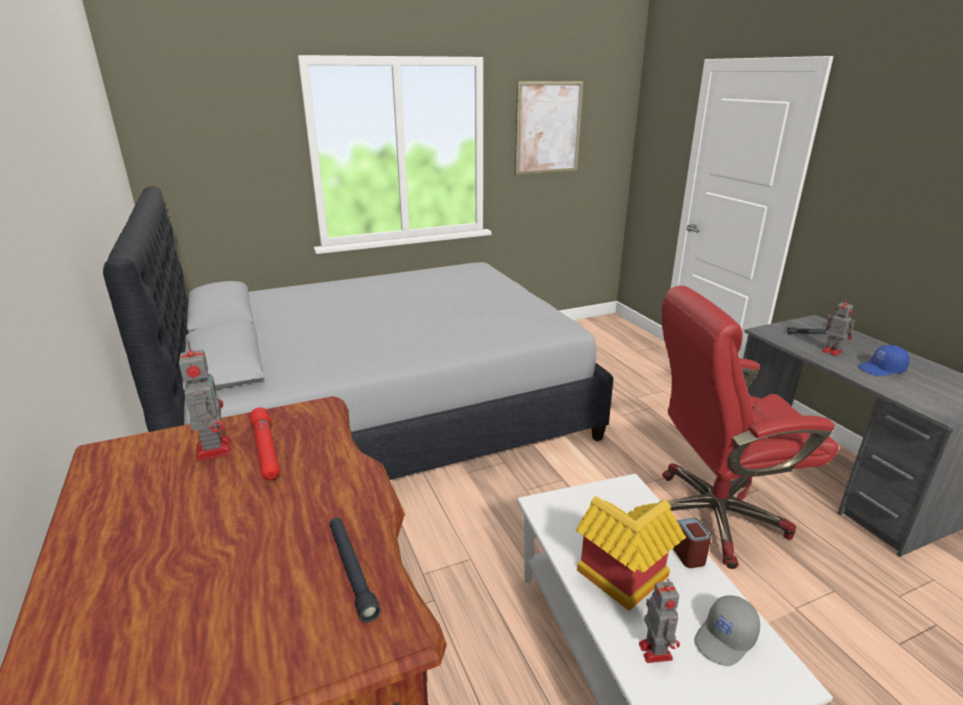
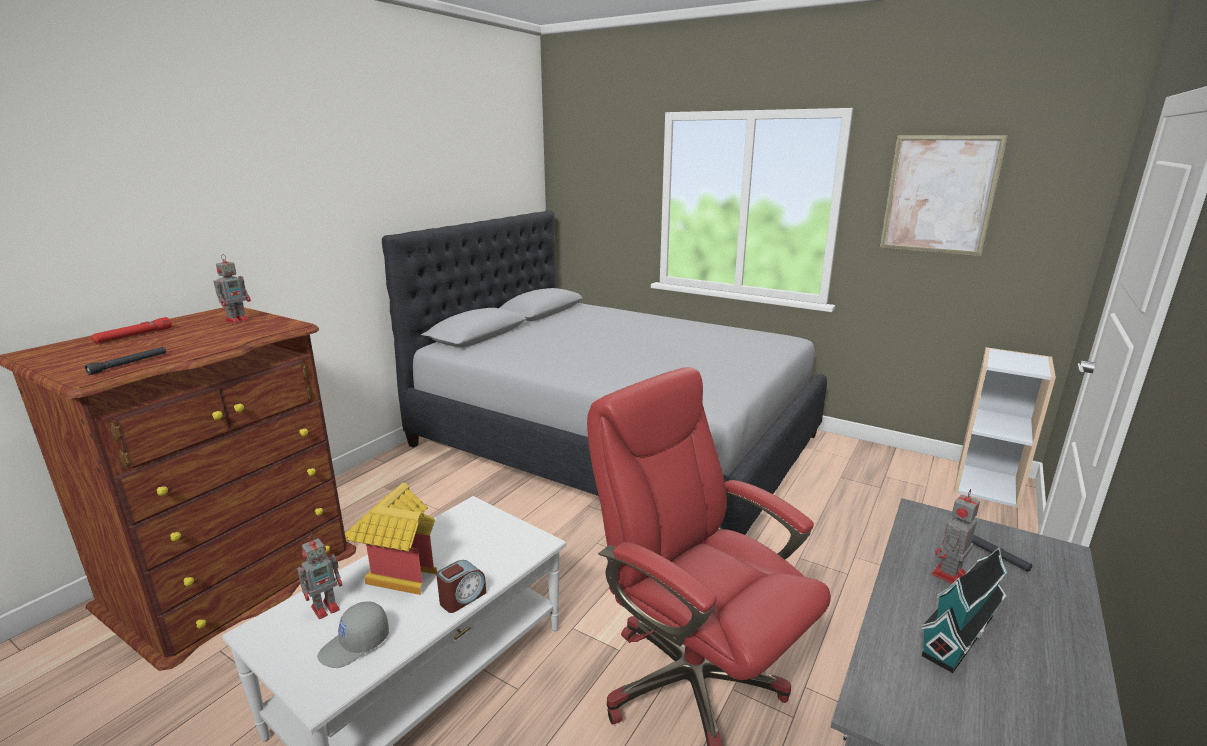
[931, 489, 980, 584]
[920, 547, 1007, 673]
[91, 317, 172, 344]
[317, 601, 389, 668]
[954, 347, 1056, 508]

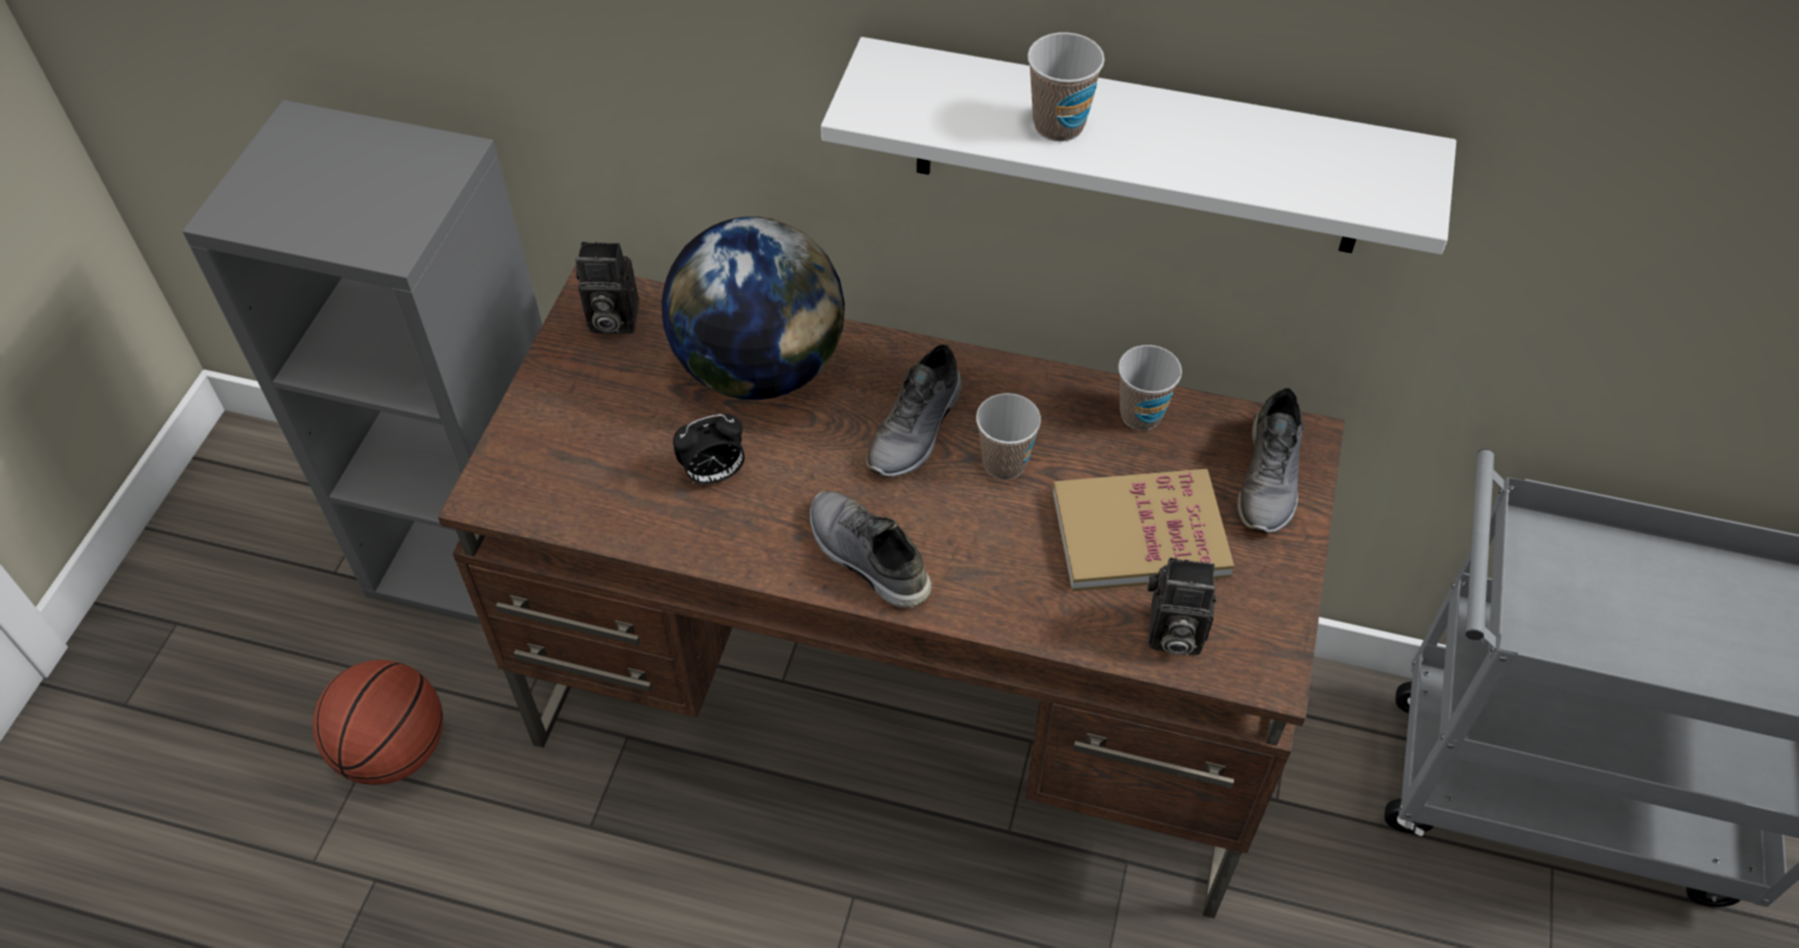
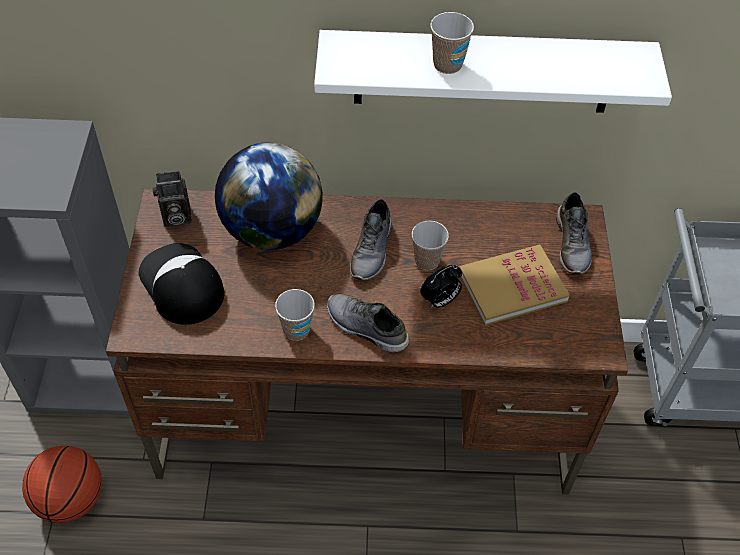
[275, 289, 315, 341]
[420, 265, 462, 309]
[1148, 558, 1216, 656] (first image)
[139, 243, 224, 325]

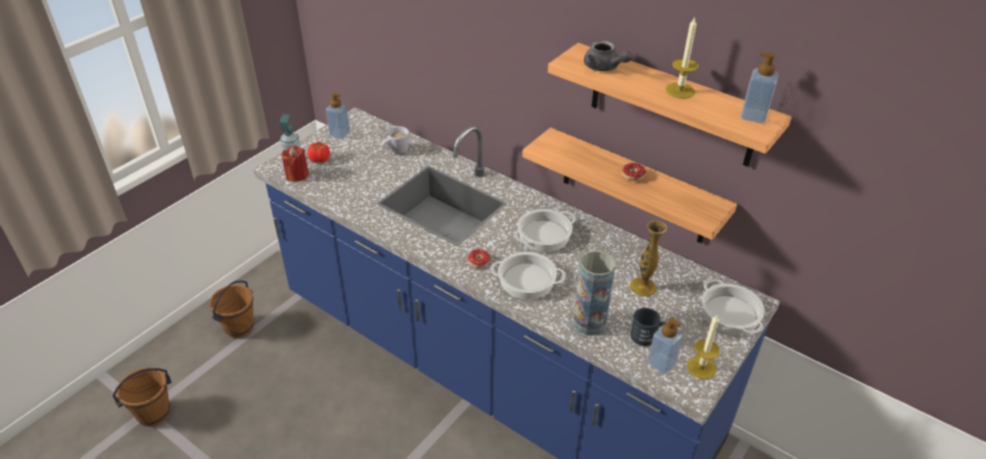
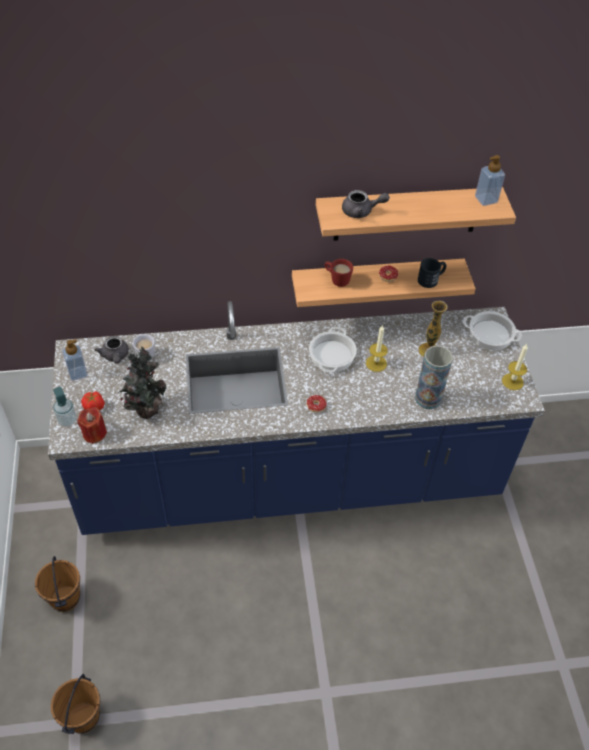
[366, 325, 388, 372]
[491, 252, 566, 300] (first image)
[418, 258, 446, 288]
[647, 317, 684, 374] (first image)
[325, 259, 353, 287]
[95, 336, 129, 364]
[118, 347, 166, 419]

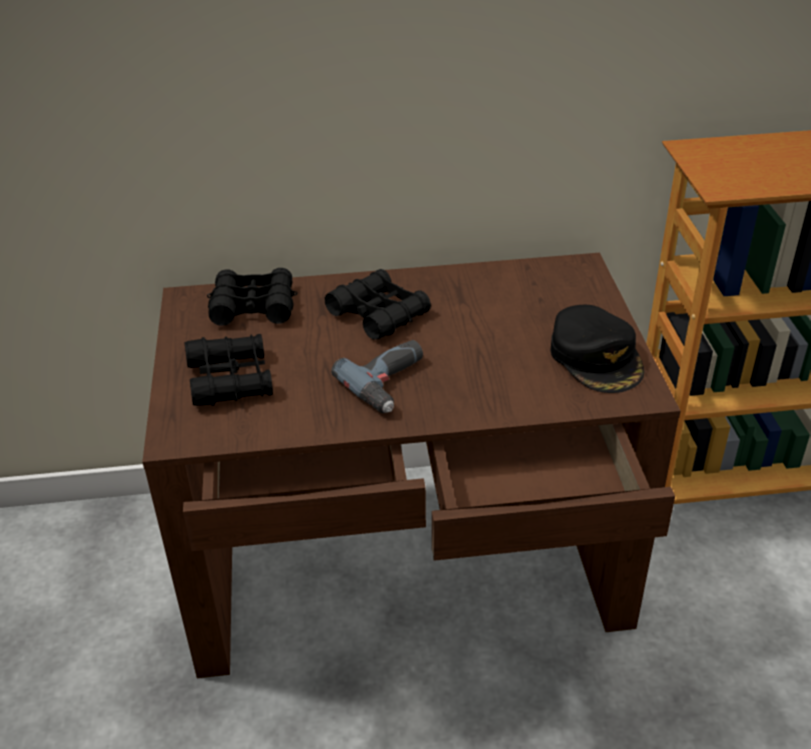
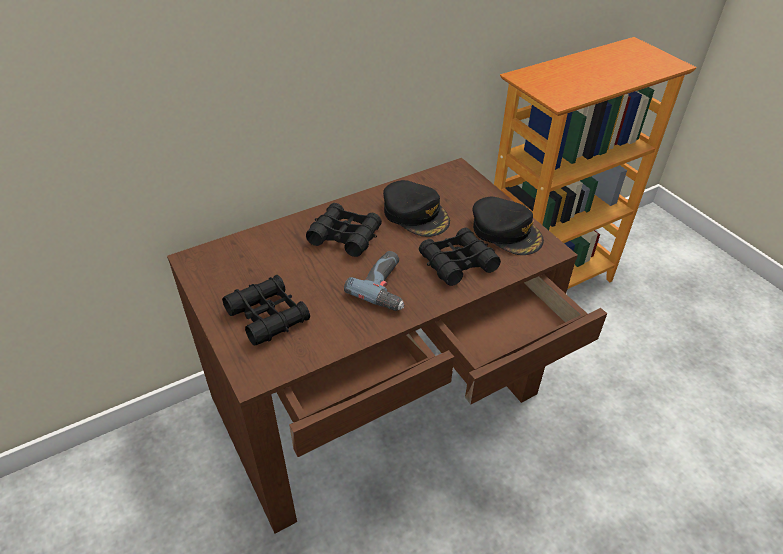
[419, 228, 501, 286]
[383, 180, 450, 237]

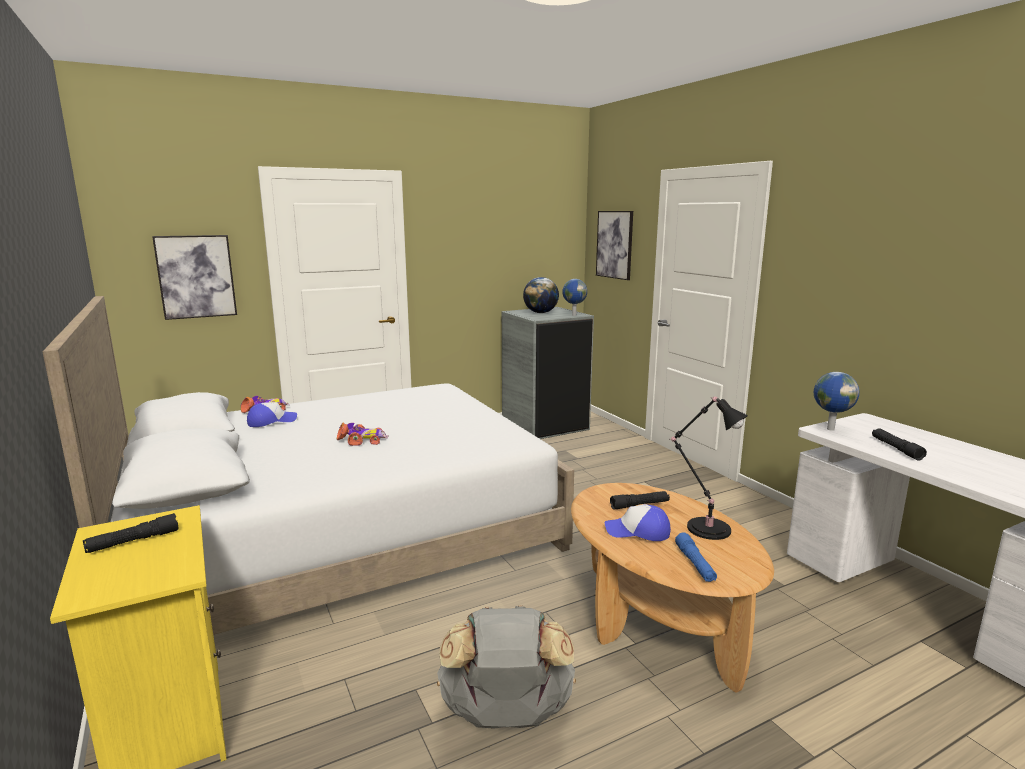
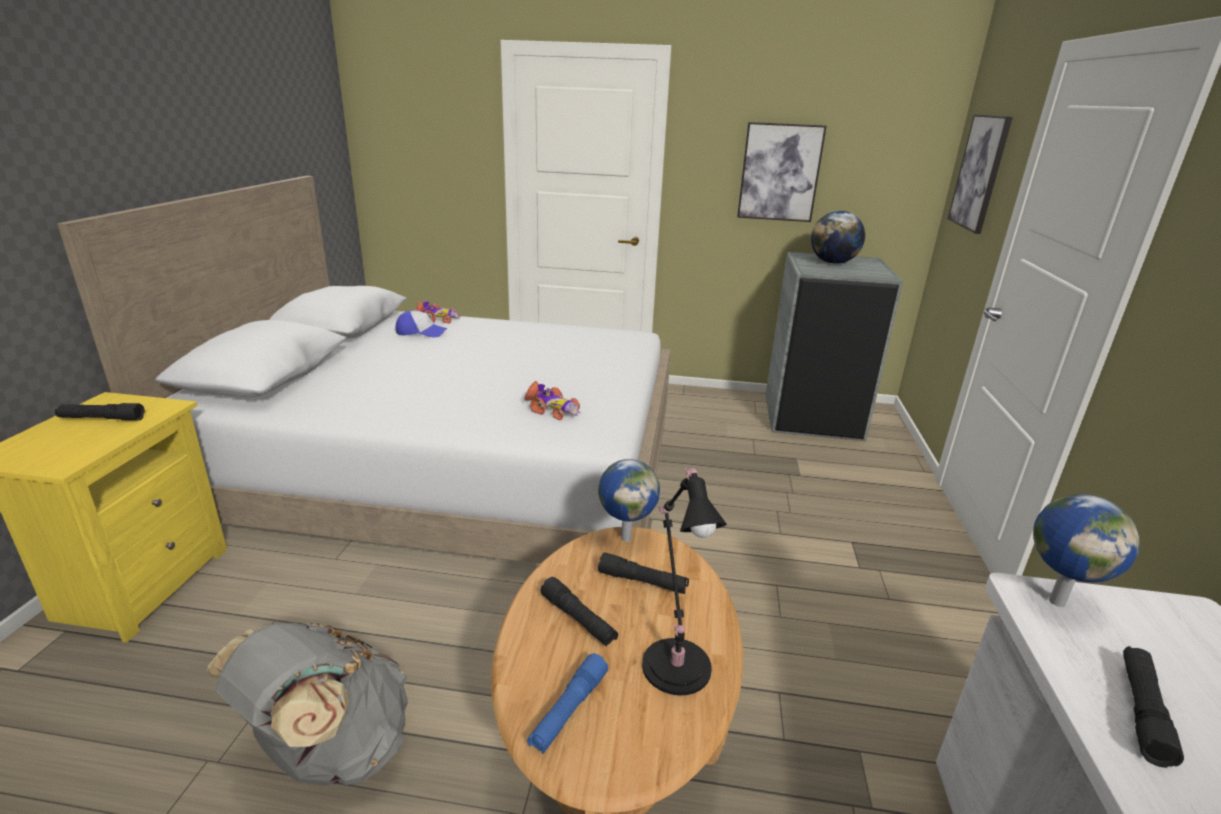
[737, 122, 826, 222]
[598, 459, 660, 542]
[524, 381, 581, 420]
[541, 577, 618, 646]

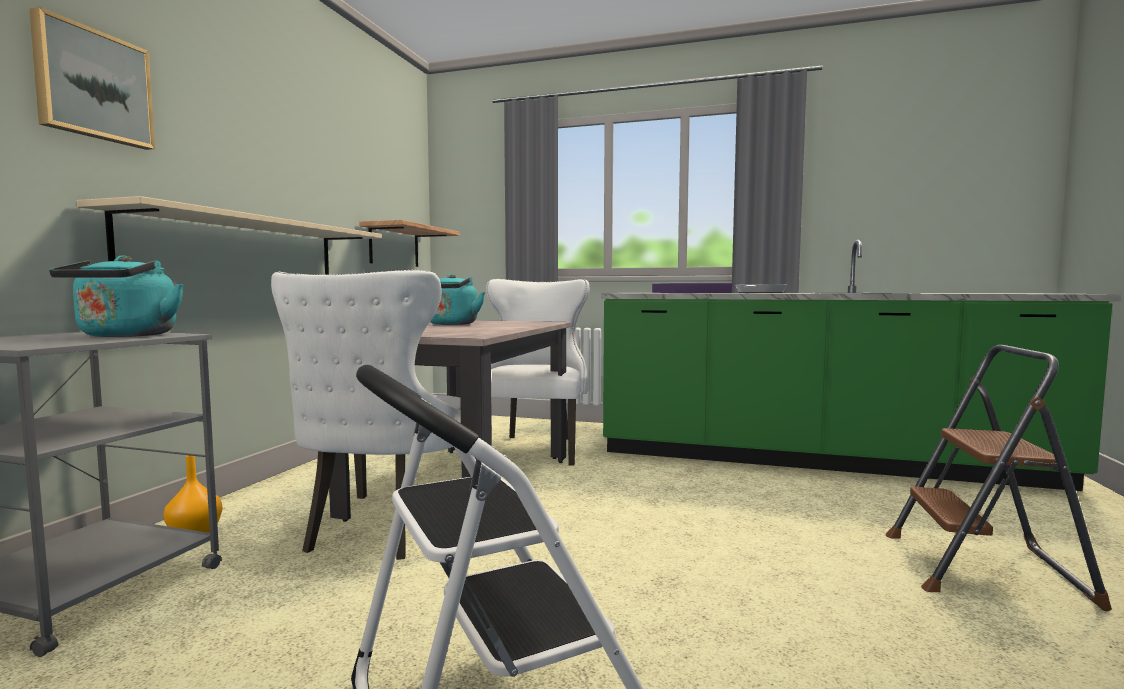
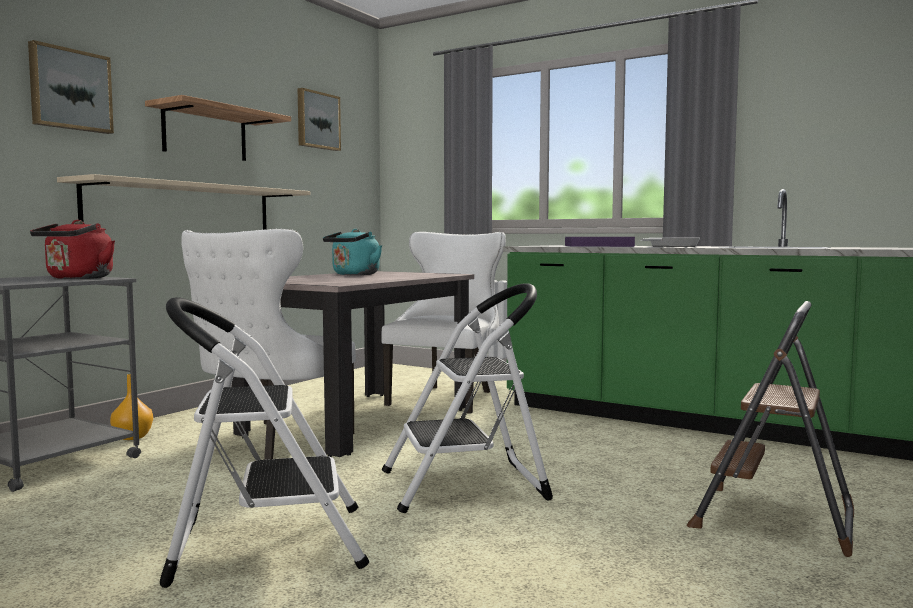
[145, 95, 291, 161]
[30, 220, 115, 279]
[298, 88, 341, 151]
[382, 283, 553, 513]

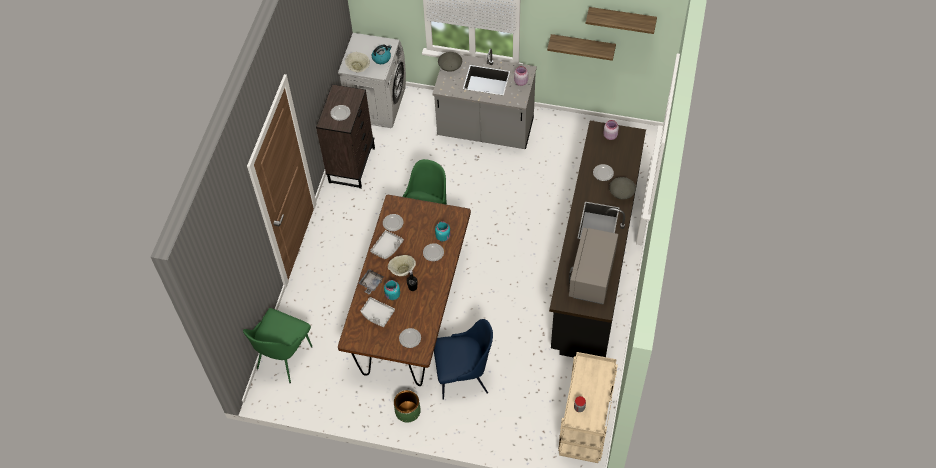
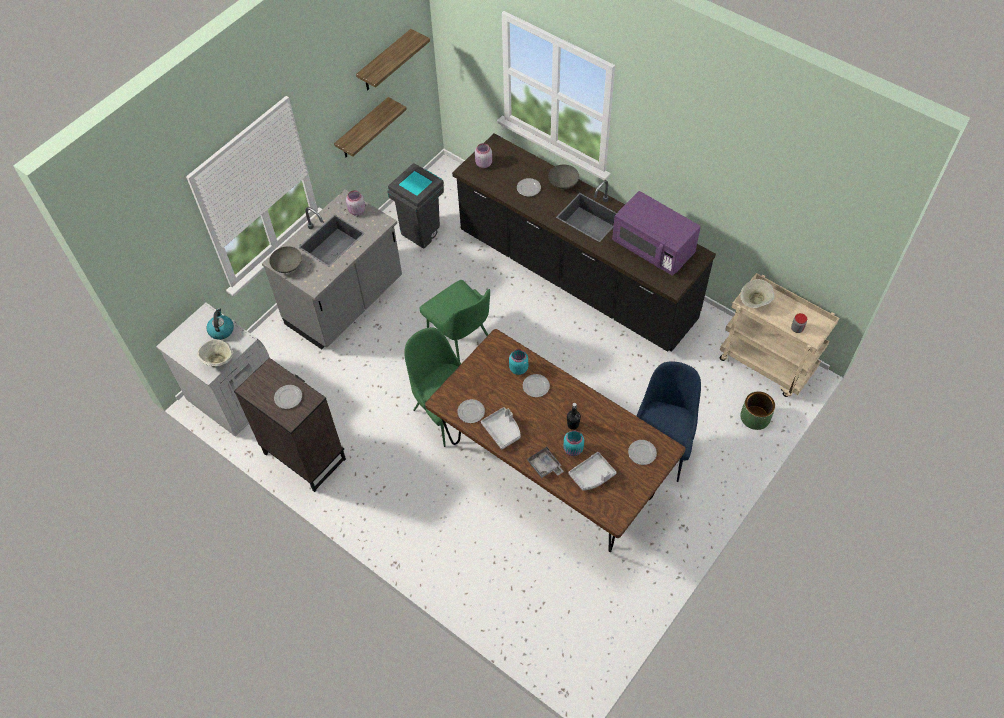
[612, 191, 701, 276]
[740, 279, 774, 308]
[420, 280, 490, 361]
[740, 391, 775, 430]
[387, 163, 444, 249]

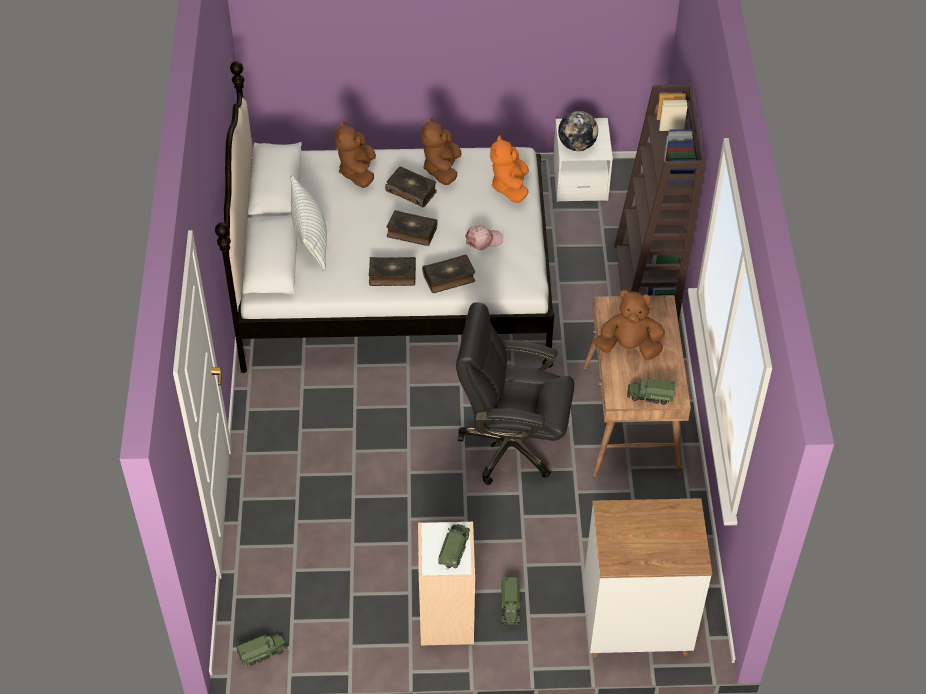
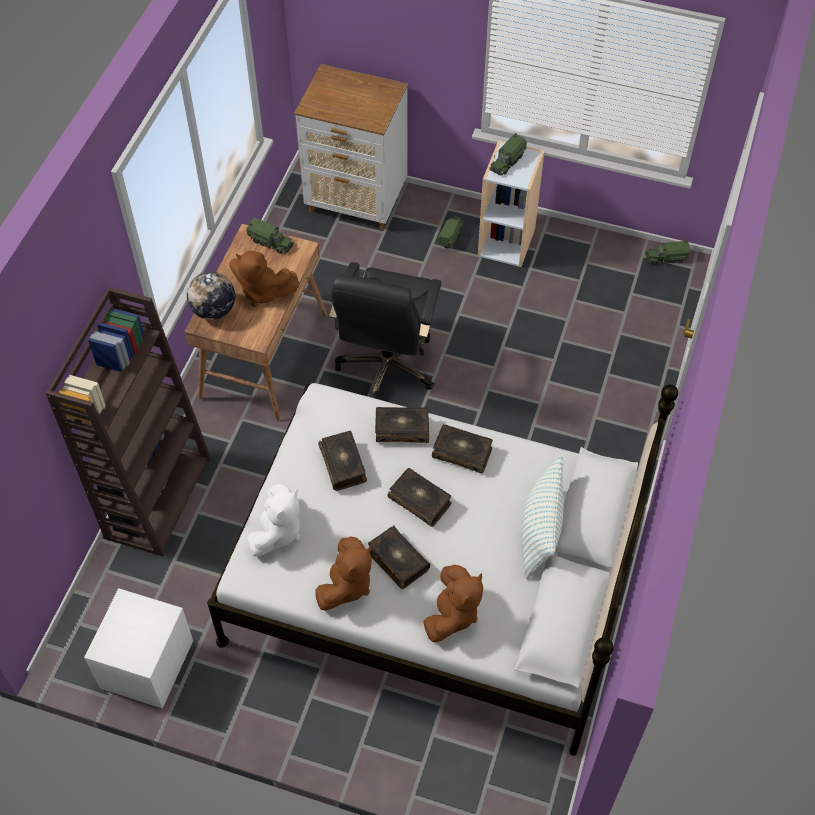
[187, 272, 235, 320]
[247, 484, 300, 557]
[318, 431, 367, 491]
[329, 262, 442, 399]

